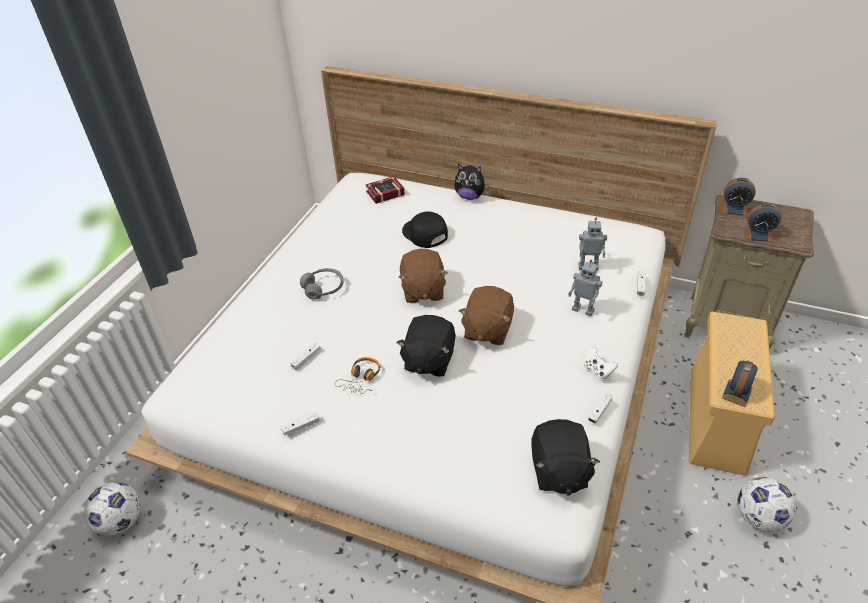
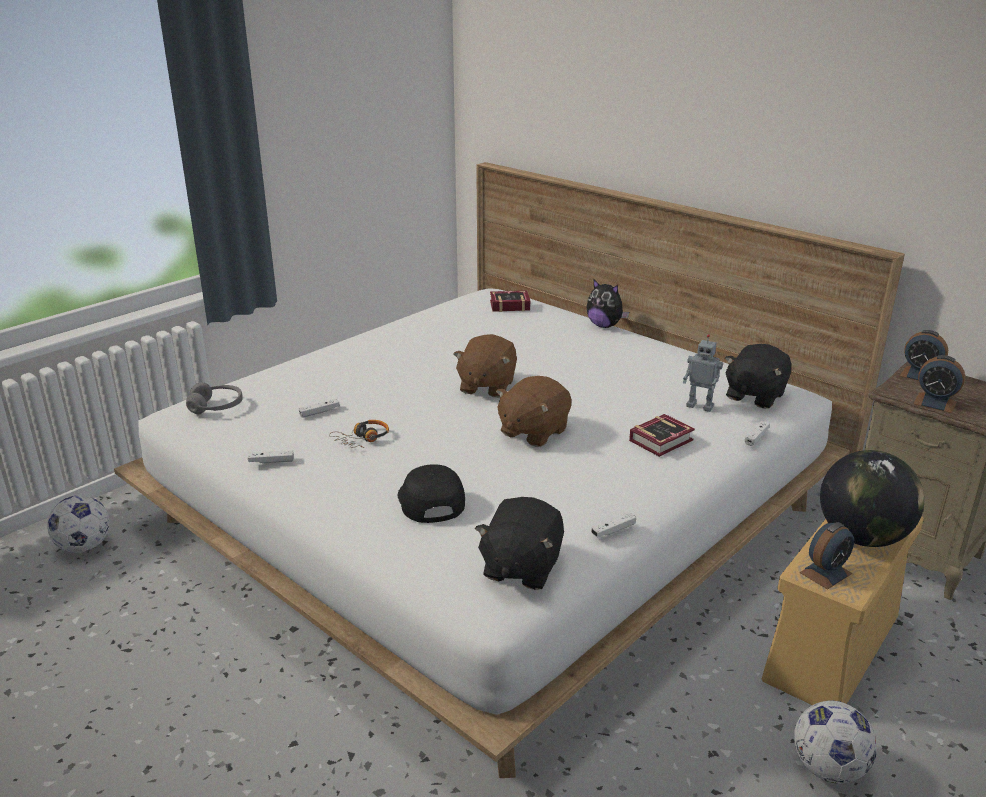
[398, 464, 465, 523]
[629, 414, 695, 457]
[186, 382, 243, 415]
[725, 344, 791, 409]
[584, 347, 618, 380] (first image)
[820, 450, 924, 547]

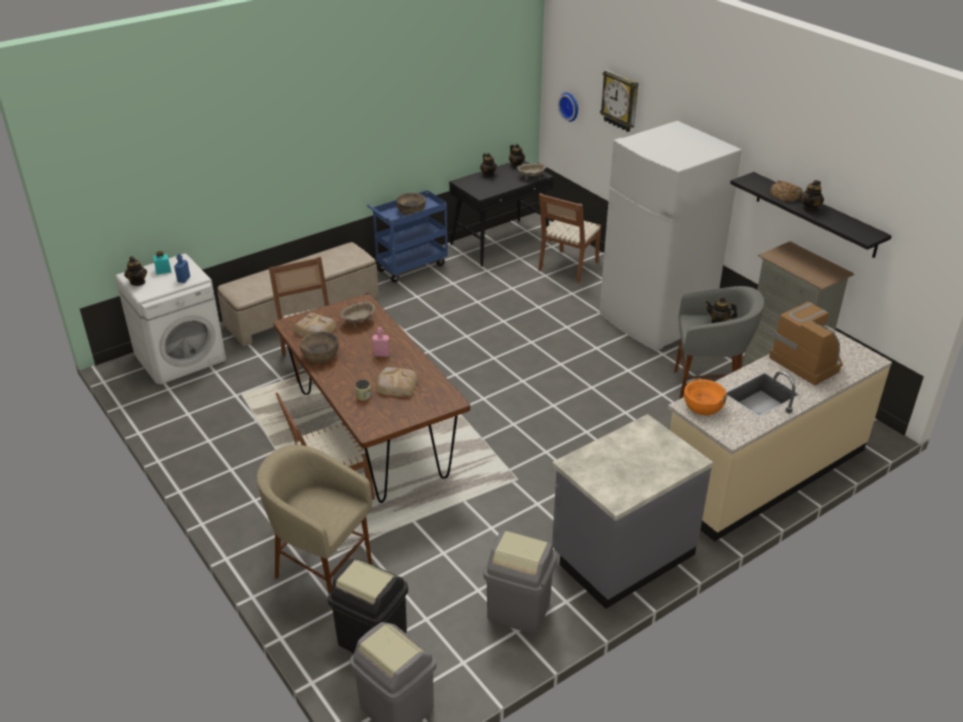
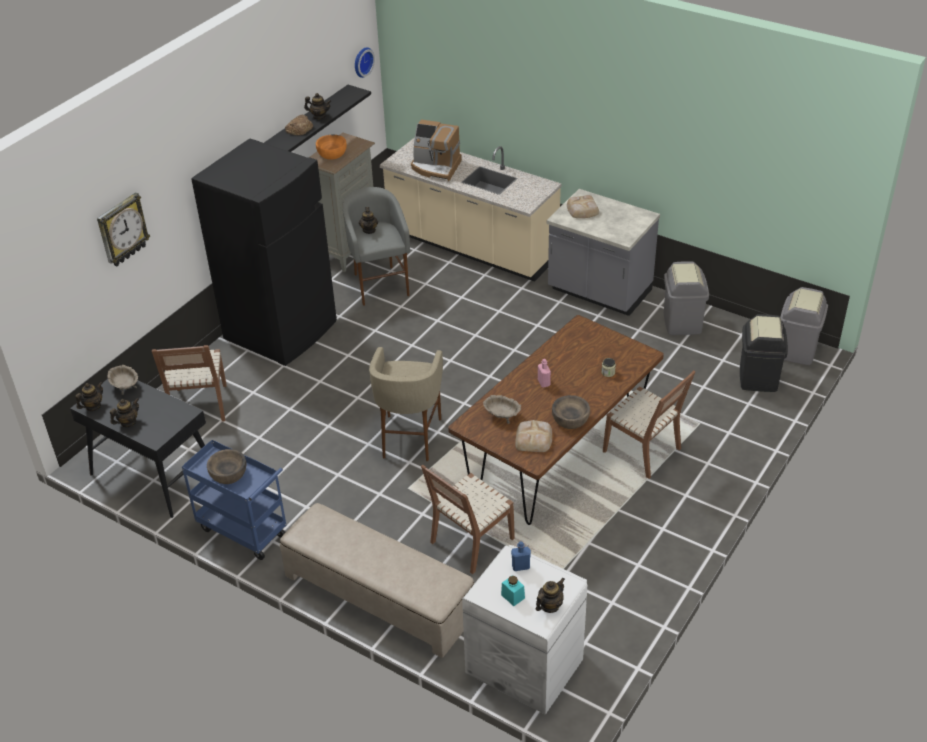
[355, 47, 375, 78]
[192, 139, 337, 366]
[152, 345, 227, 422]
[411, 120, 462, 181]
[567, 195, 599, 218]
[316, 134, 347, 160]
[369, 347, 443, 461]

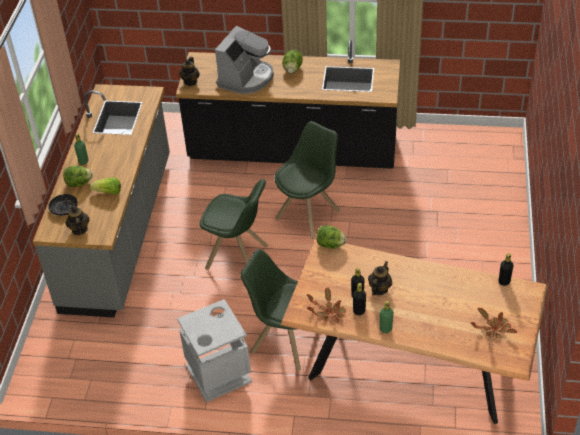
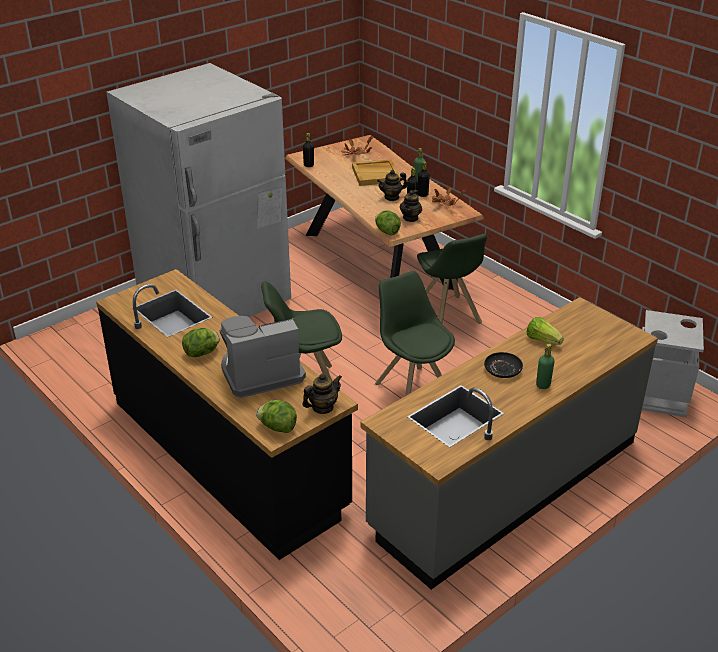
[256, 400, 297, 433]
[484, 352, 523, 378]
[400, 190, 422, 222]
[642, 310, 704, 417]
[106, 63, 291, 318]
[352, 159, 401, 186]

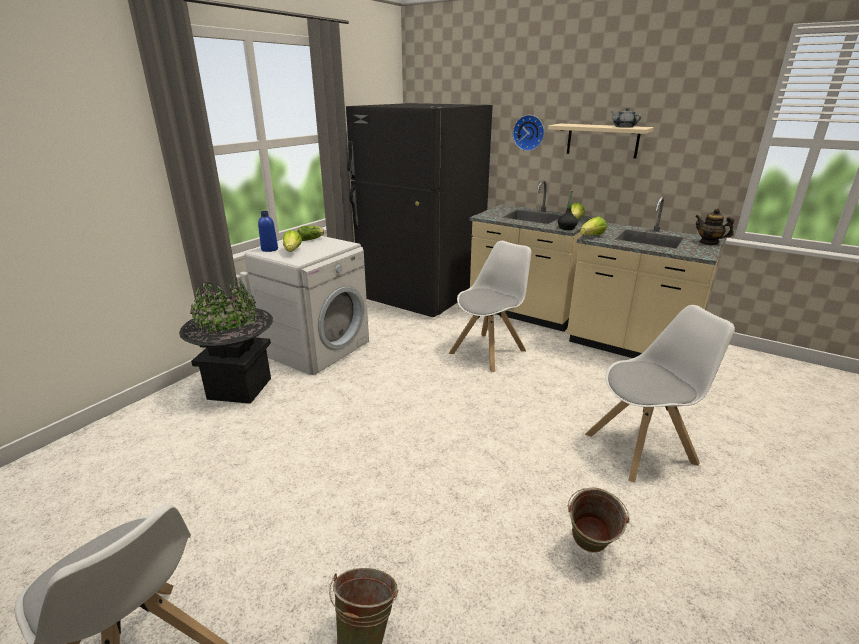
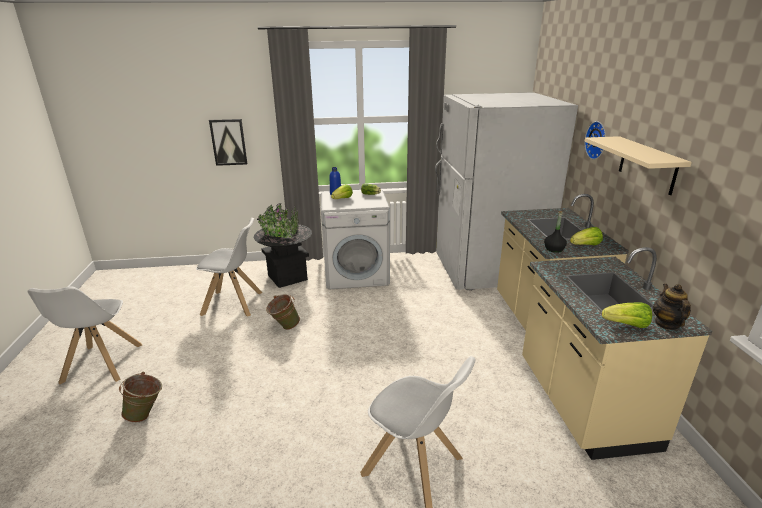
[435, 92, 578, 291]
[611, 108, 641, 128] (first image)
[602, 302, 652, 328]
[196, 218, 262, 317]
[266, 294, 300, 330]
[209, 119, 247, 166]

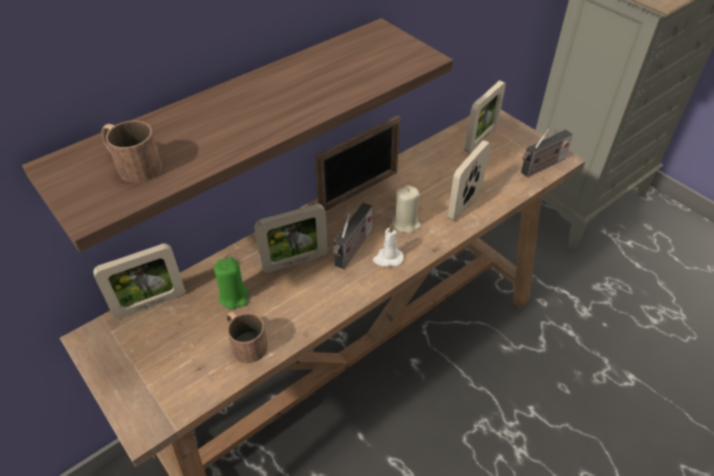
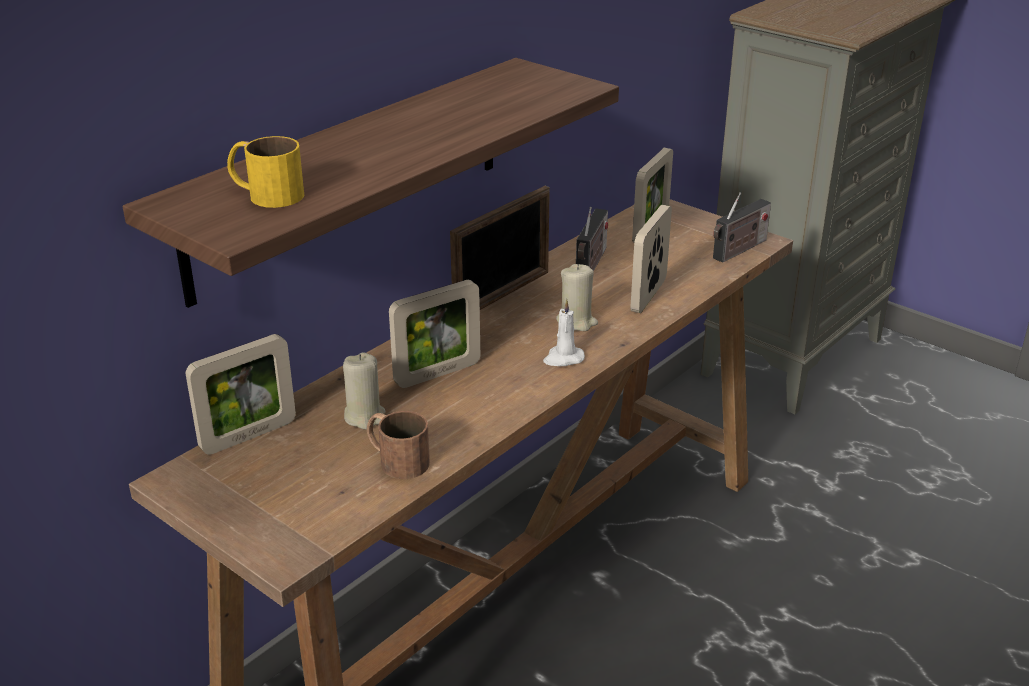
[227, 136, 304, 208]
[576, 207, 608, 271]
[343, 352, 385, 429]

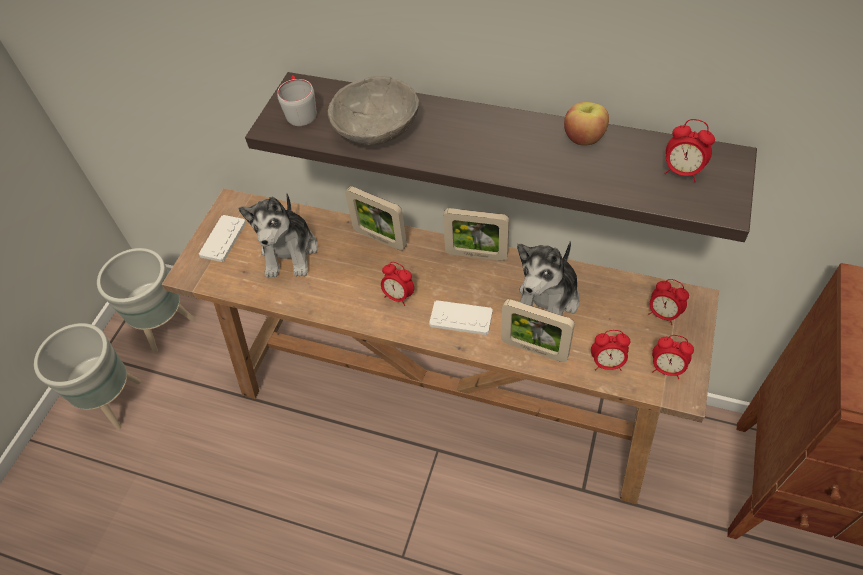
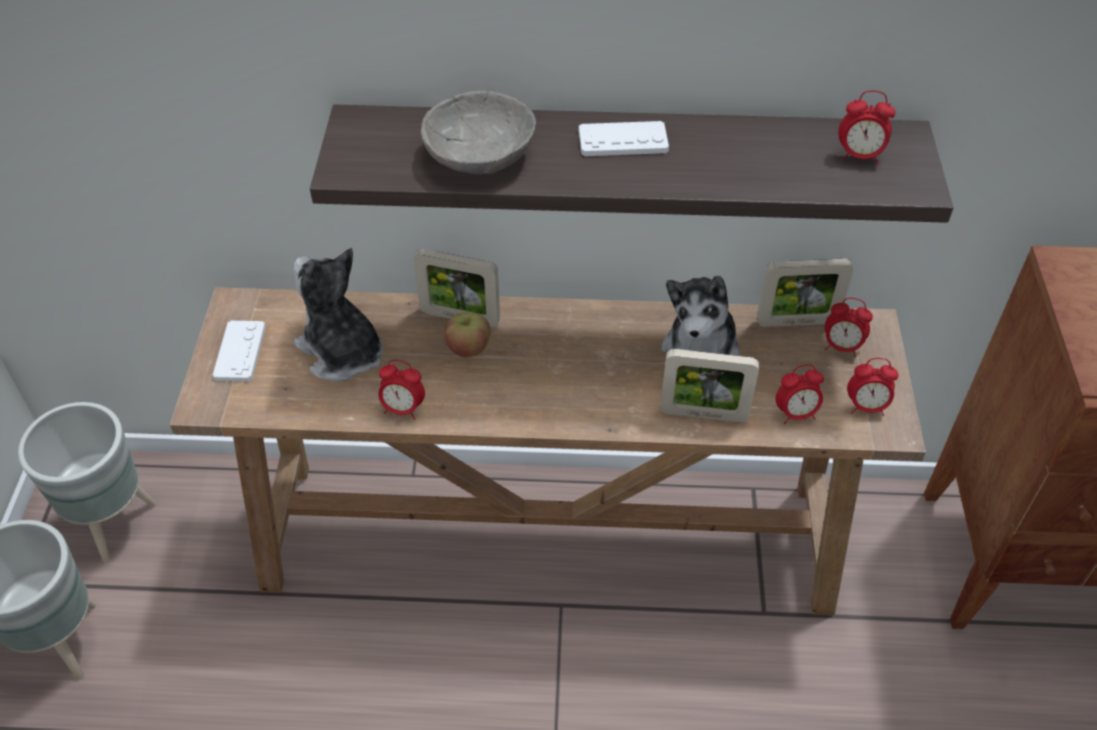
[277, 75, 317, 126] (first image)
[444, 312, 490, 358]
[293, 248, 383, 382]
[757, 259, 853, 327]
[378, 360, 425, 420]
[579, 121, 669, 156]

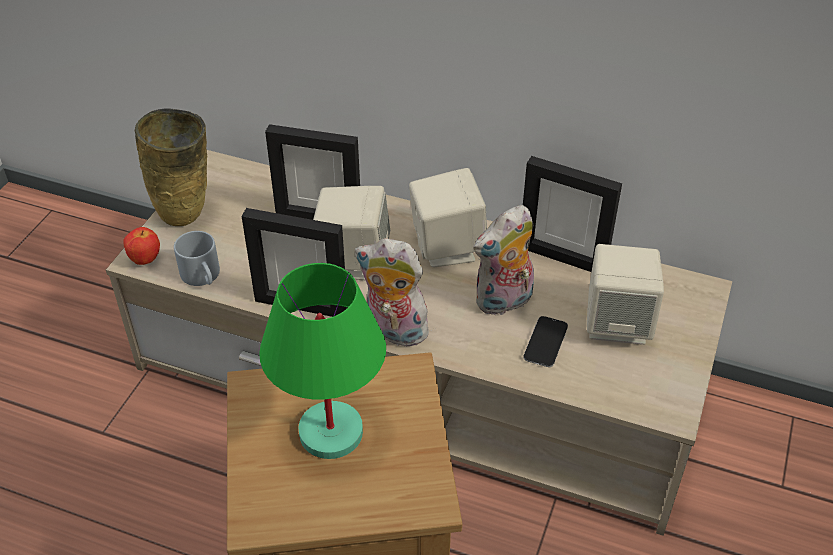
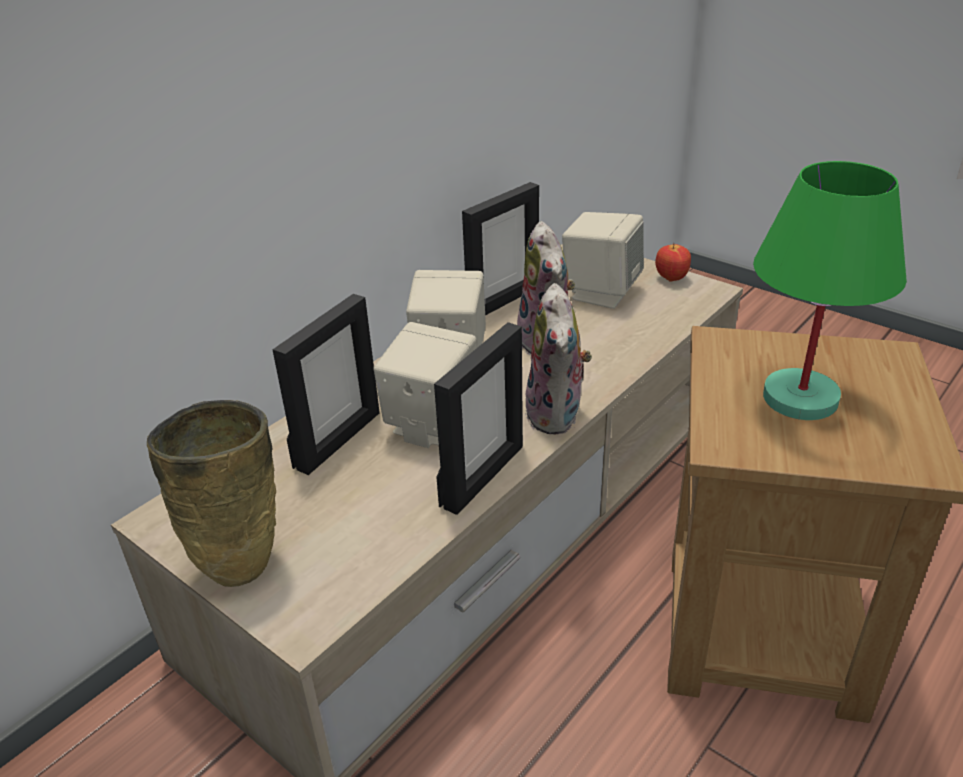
[655, 243, 691, 282]
[174, 231, 220, 286] (first image)
[525, 283, 592, 435]
[523, 316, 568, 367] (first image)

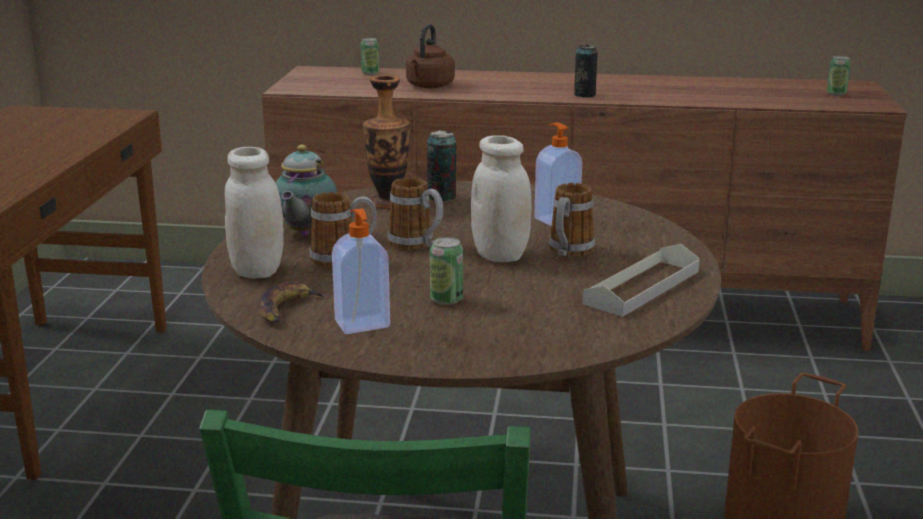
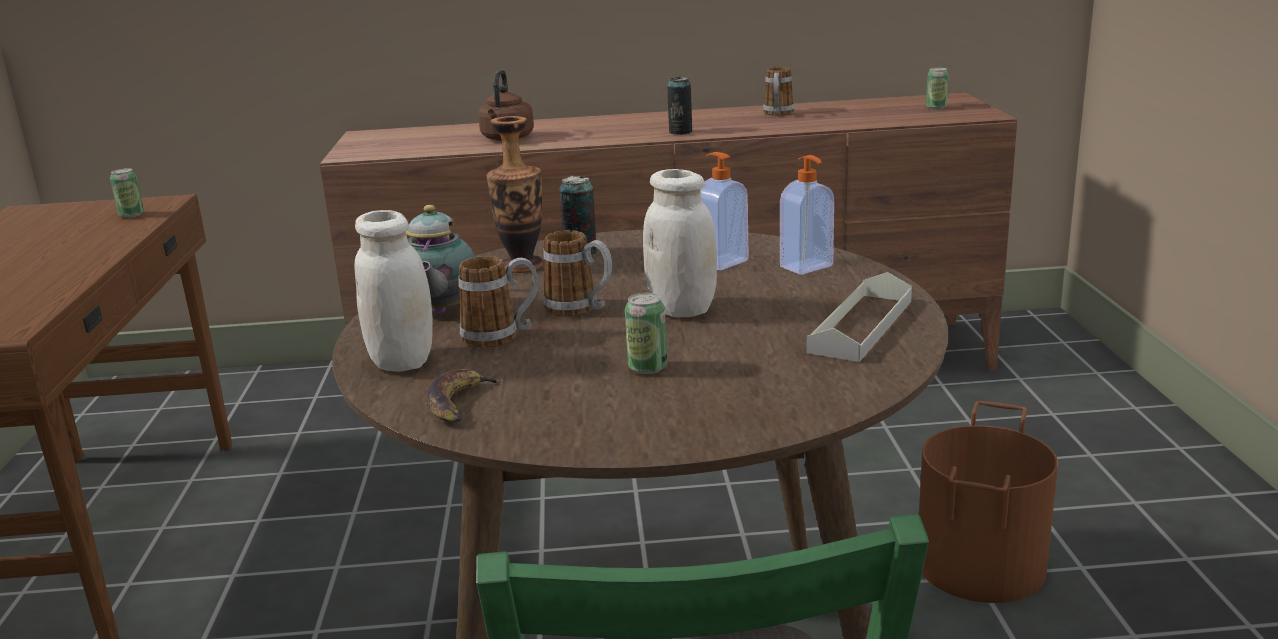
[110, 168, 144, 218]
[763, 67, 794, 116]
[780, 155, 834, 275]

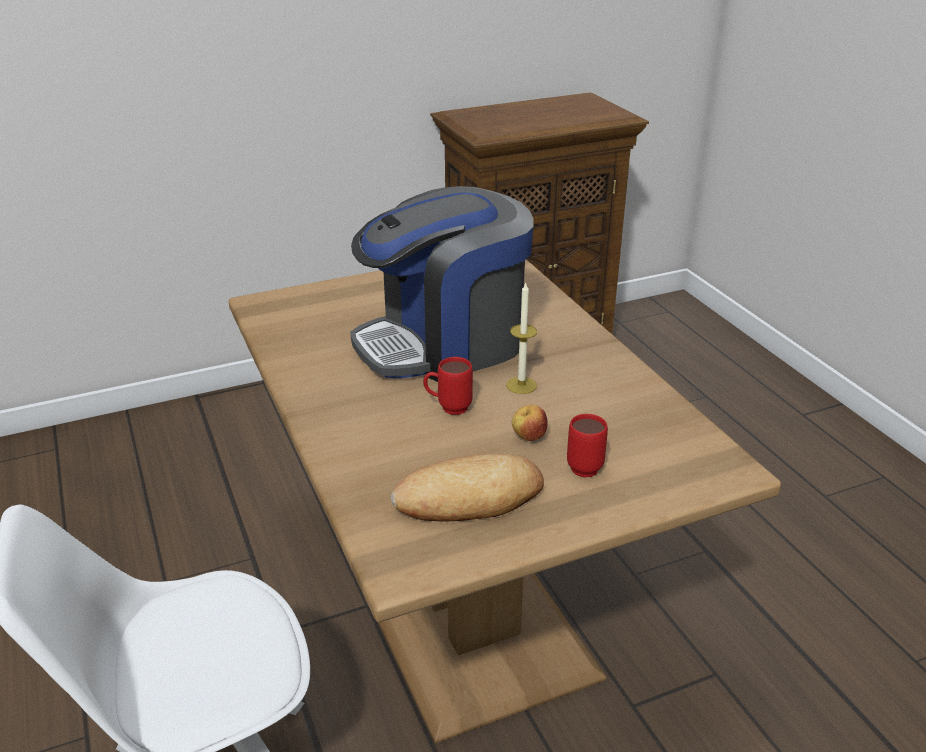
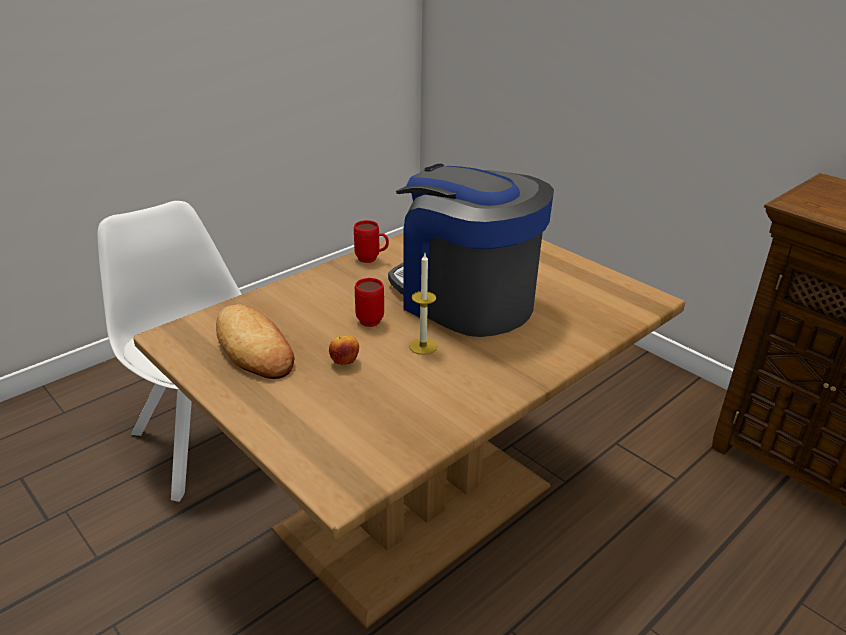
[354, 220, 389, 263]

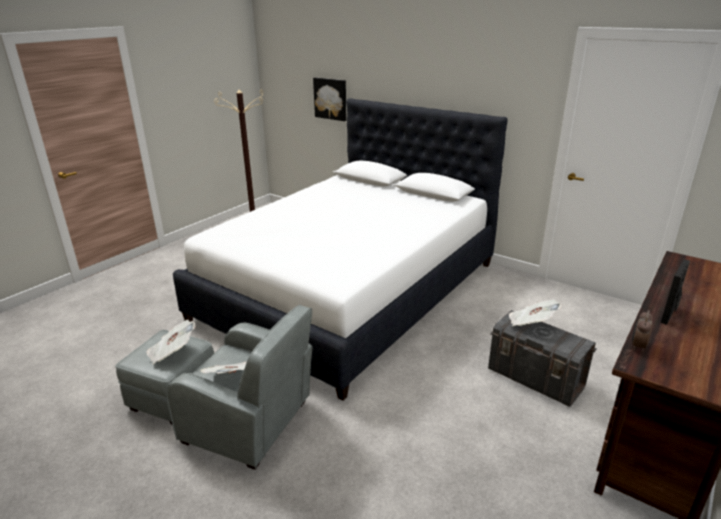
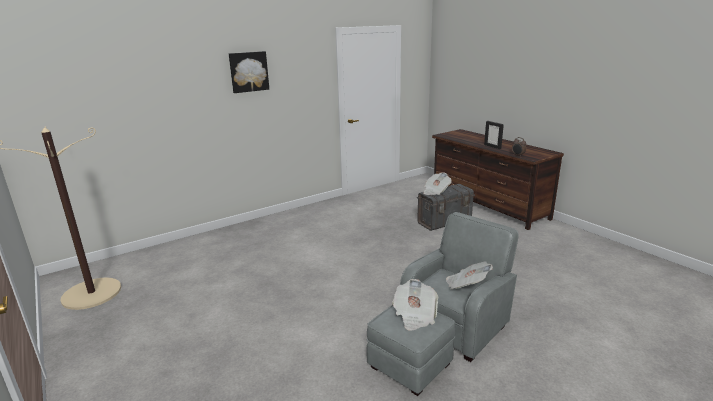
[229, 51, 269, 93]
[173, 98, 508, 401] (first image)

